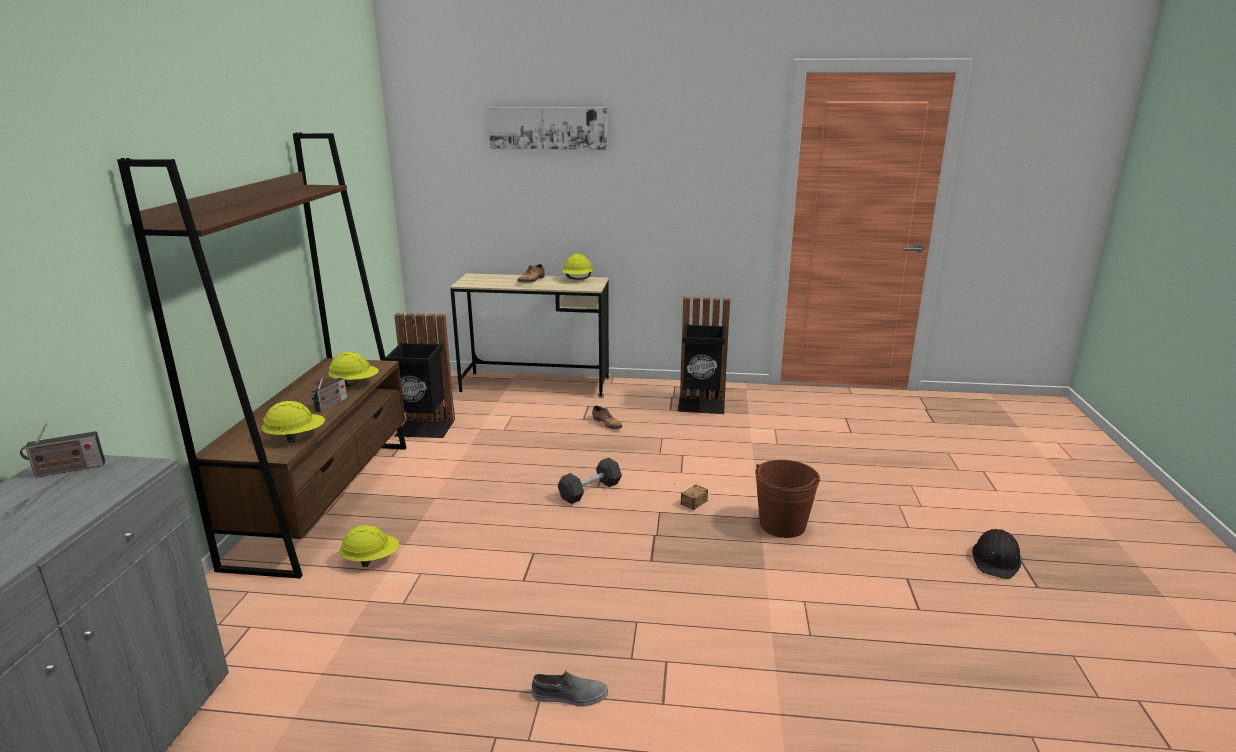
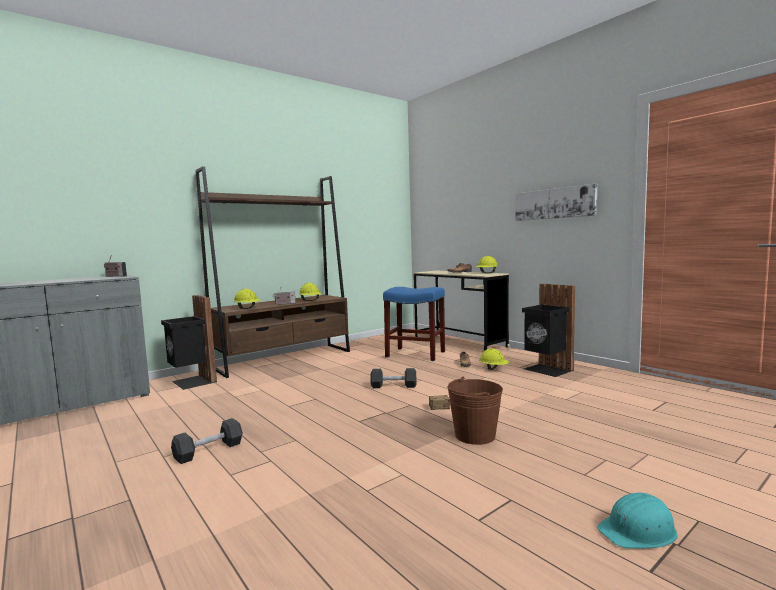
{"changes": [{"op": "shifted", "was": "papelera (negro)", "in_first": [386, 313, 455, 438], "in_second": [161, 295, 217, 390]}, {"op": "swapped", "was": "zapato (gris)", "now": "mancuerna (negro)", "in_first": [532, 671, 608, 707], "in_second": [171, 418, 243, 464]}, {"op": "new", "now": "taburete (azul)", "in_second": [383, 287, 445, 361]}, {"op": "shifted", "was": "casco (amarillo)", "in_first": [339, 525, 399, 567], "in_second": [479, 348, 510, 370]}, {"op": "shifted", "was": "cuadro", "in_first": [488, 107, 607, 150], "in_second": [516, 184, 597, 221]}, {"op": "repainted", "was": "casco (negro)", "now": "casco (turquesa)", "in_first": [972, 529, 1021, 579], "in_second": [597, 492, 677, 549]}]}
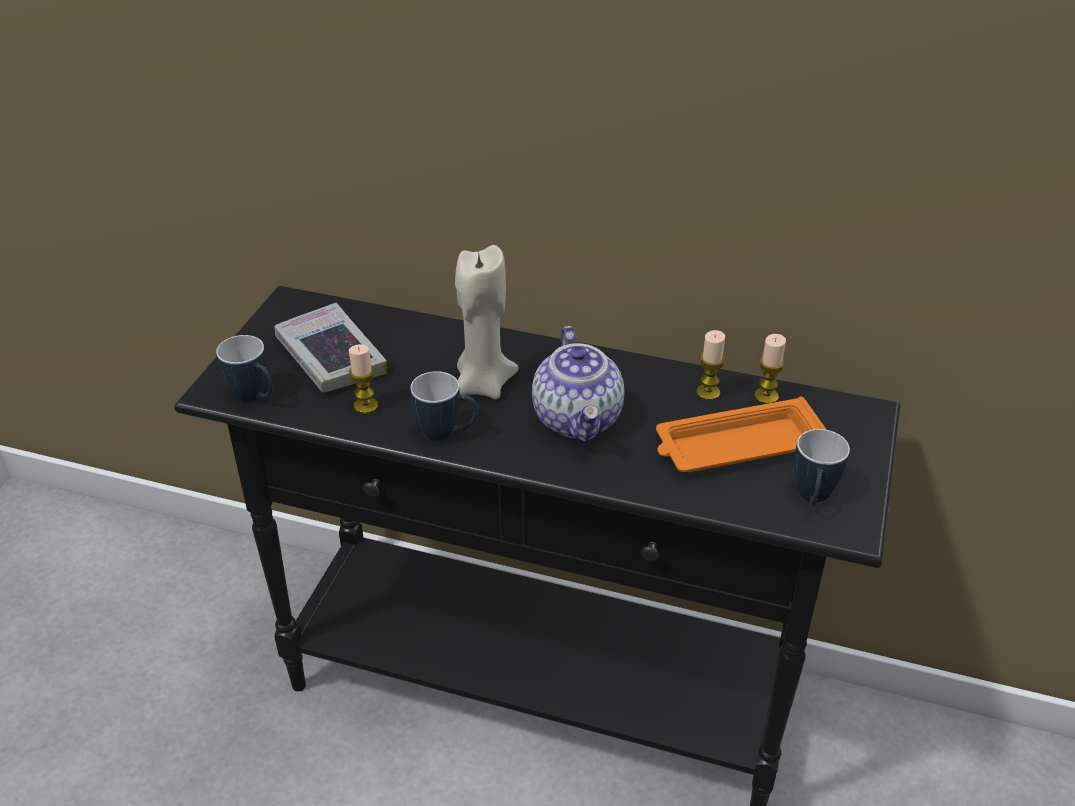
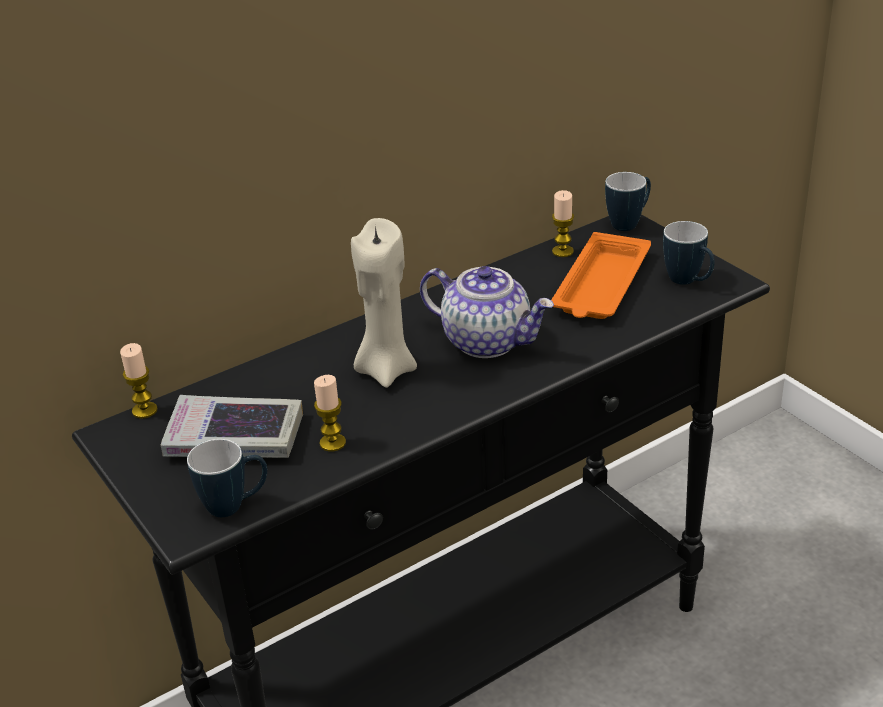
{"changes": [{"op": "shifted", "was": "vela", "in_first": [696, 330, 725, 401], "in_second": [120, 343, 158, 418]}, {"op": "shifted", "was": "taza grande", "in_first": [410, 371, 479, 441], "in_second": [605, 172, 651, 231]}]}
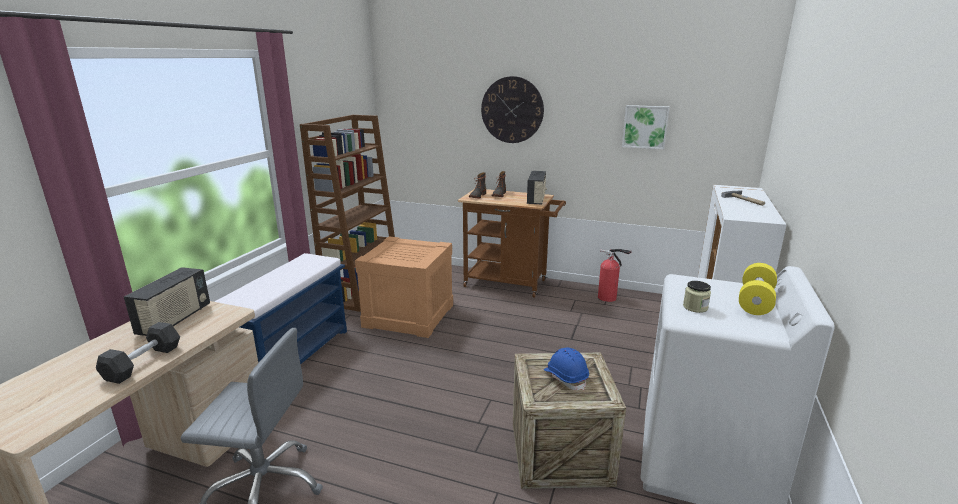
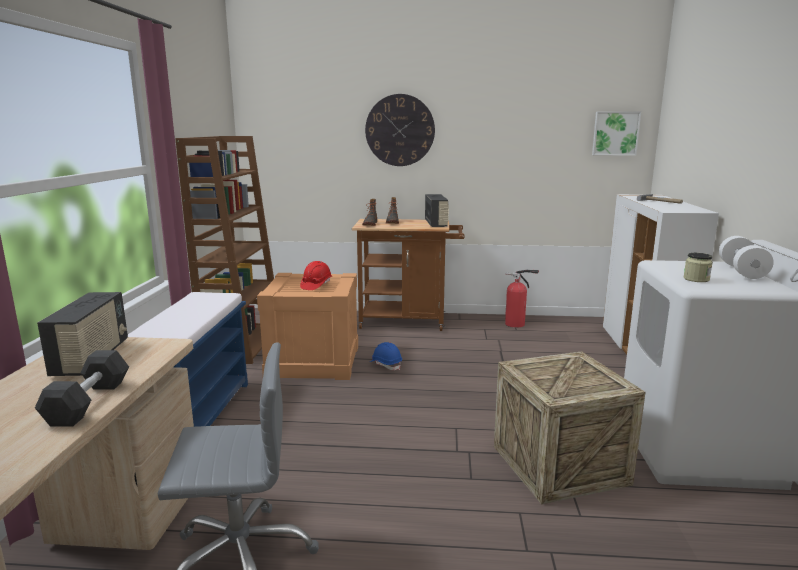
{"changes": [{"op": "new", "now": "casco (rojo)", "in_second": [300, 261, 332, 290]}, {"op": "shifted", "was": "casco (azul)", "in_first": [544, 348, 589, 391], "in_second": [370, 342, 402, 370]}, {"op": "shifted", "was": "cuadro", "in_first": [622, 105, 670, 149], "in_second": [592, 111, 641, 156]}, {"op": "repainted", "was": "mancuerna (amarillo)", "now": "mancuerna (blanco)", "in_first": [739, 263, 777, 315], "in_second": [719, 236, 774, 279]}]}
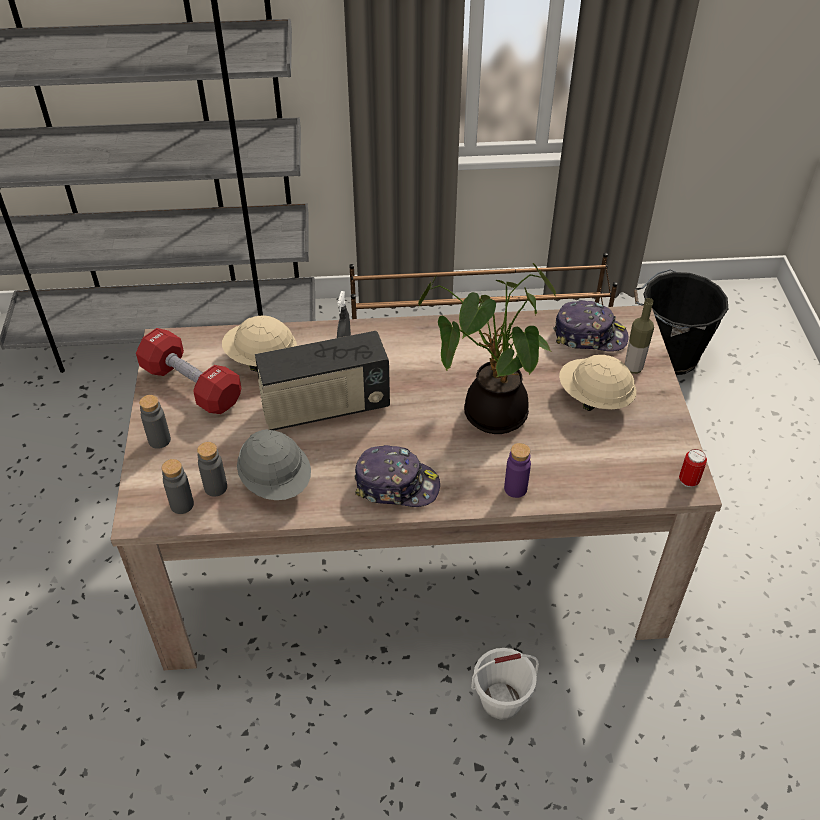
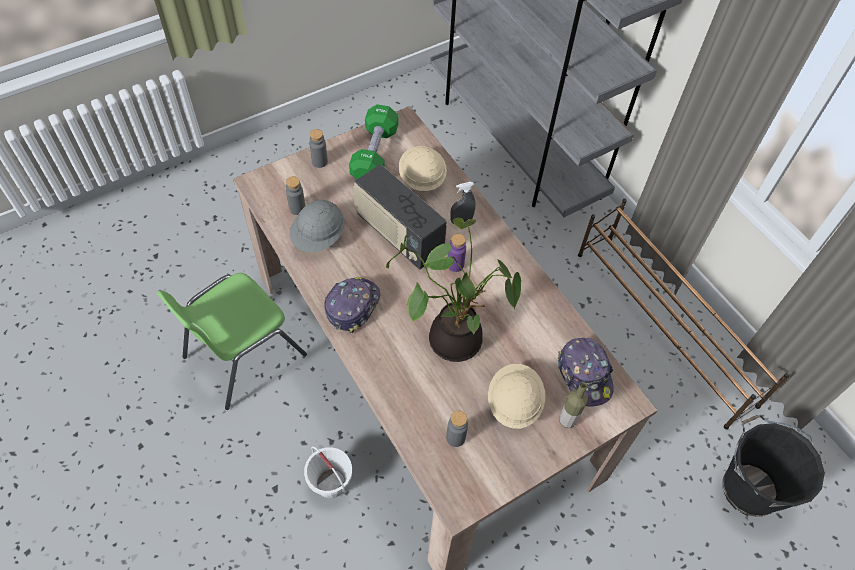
{"changes": [{"op": "new", "now": "silla (verde)", "in_second": [157, 273, 307, 410]}, {"op": "rotated", "was": "gorra", "in_first": [355, 445, 440, 507], "in_second": [324, 277, 380, 334], "clockwise": -135}, {"op": "repainted", "was": "mancuerna (rojo)", "now": "mancuerna (verde)", "in_first": [136, 328, 241, 414], "in_second": [349, 104, 399, 179]}, {"op": "shifted", "was": "botella (gris)", "in_first": [162, 459, 194, 514], "in_second": [446, 411, 468, 447]}, {"op": "shifted", "was": "botella (morado)", "in_first": [504, 443, 531, 498], "in_second": [448, 234, 466, 272]}, {"op": "gone", "was": "lata", "in_first": [679, 449, 707, 487]}]}
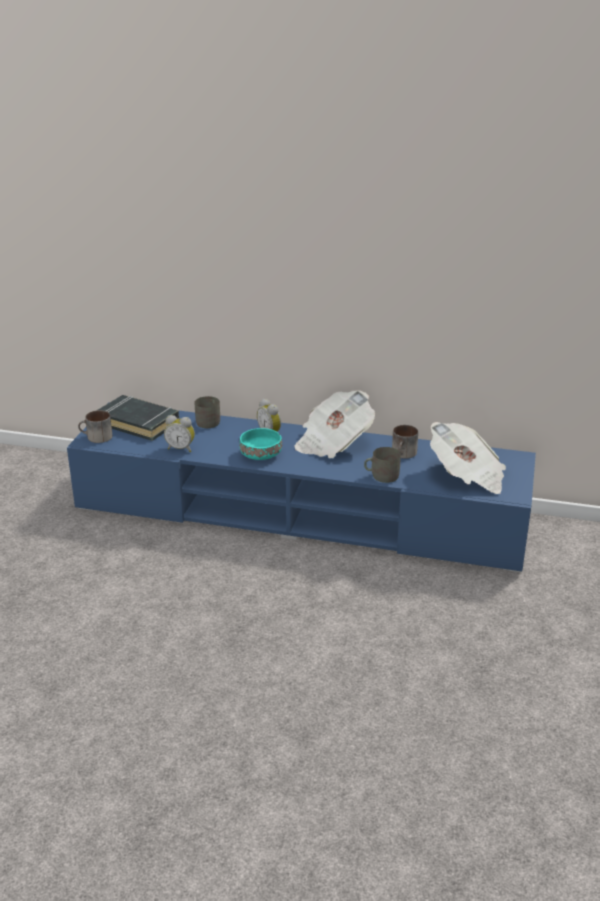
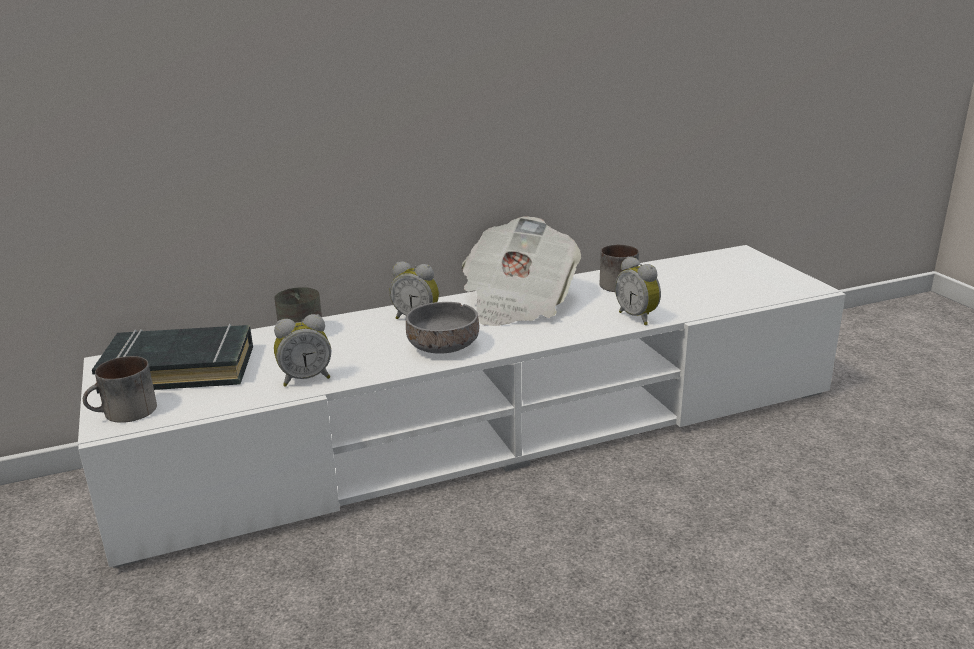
{"changes": [{"op": "repainted", "was": "mueble de televisión (azul)", "now": "mueble de televisión (blanco)", "in_first": [67, 402, 536, 572], "in_second": [78, 245, 845, 568]}, {"op": "repainted", "was": "cuenco (turquesa)", "now": "cuenco (gris)", "in_first": [239, 428, 282, 460], "in_second": [406, 302, 479, 354]}, {"op": "swapped", "was": "taza grande (gris)", "now": "despertador", "in_first": [364, 447, 401, 483], "in_second": [615, 256, 661, 325]}, {"op": "gone", "was": "periódico", "in_first": [430, 422, 506, 494]}]}
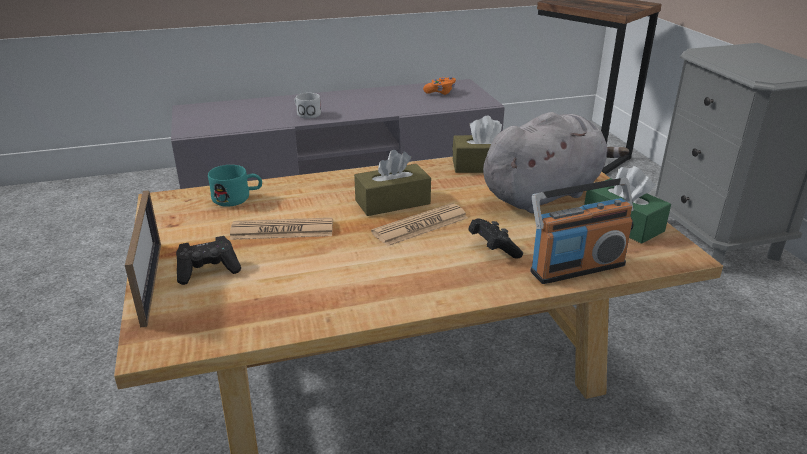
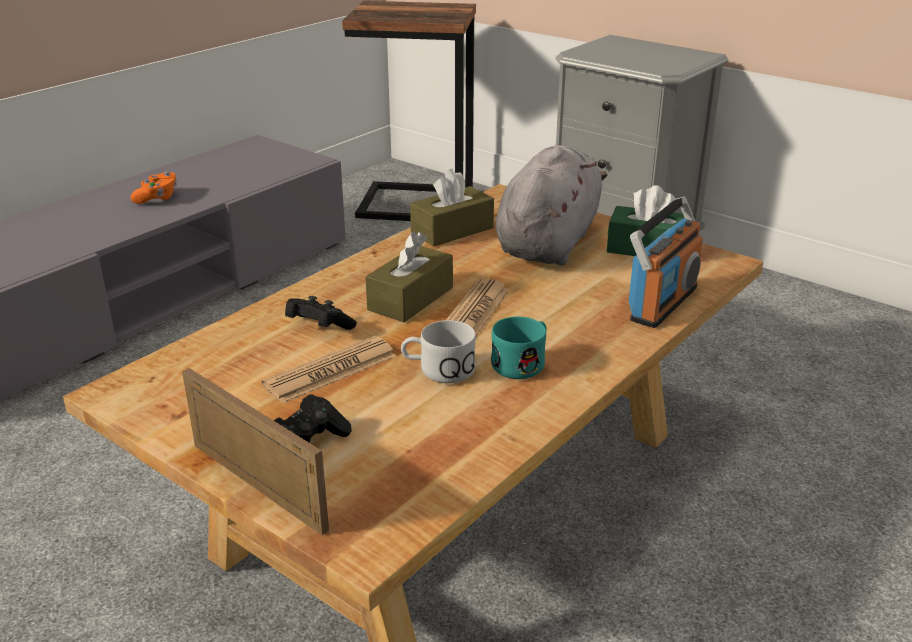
{"changes": [{"op": "shifted", "was": "mando de consola (naranja)", "in_first": [423, 77, 456, 95], "in_second": [130, 171, 177, 204]}, {"op": "shifted", "was": "mando de consola (negro)", "in_first": [468, 219, 523, 259], "in_second": [285, 296, 357, 330]}, {"op": "shifted", "was": "taza grande (blanco)", "in_first": [295, 93, 321, 119], "in_second": [401, 320, 476, 383]}, {"op": "shifted", "was": "taza grande (turquesa)", "in_first": [208, 165, 262, 207], "in_second": [491, 317, 547, 379]}]}
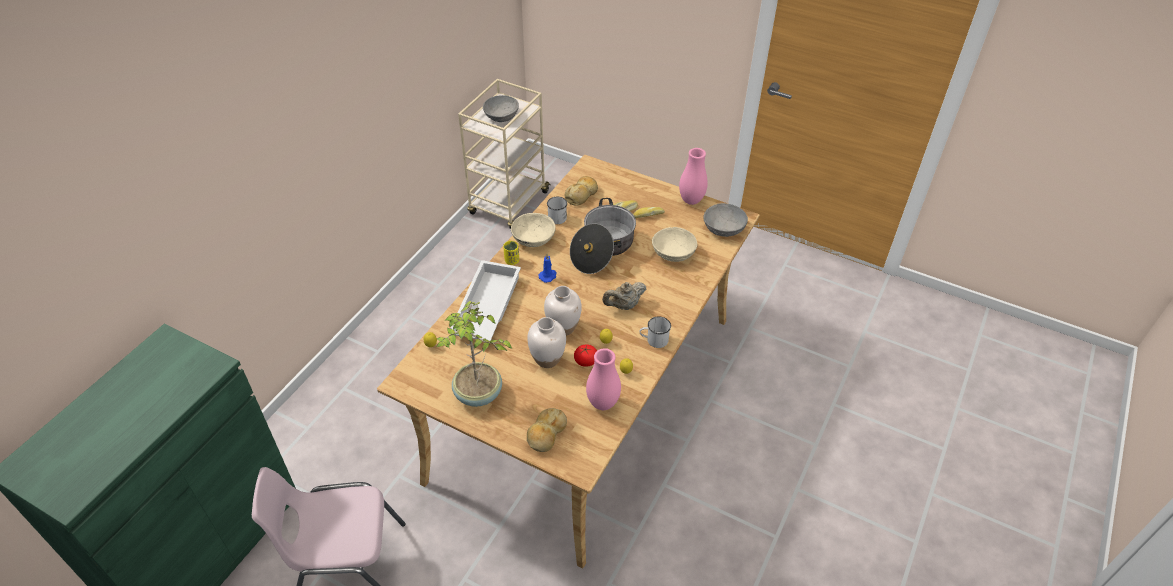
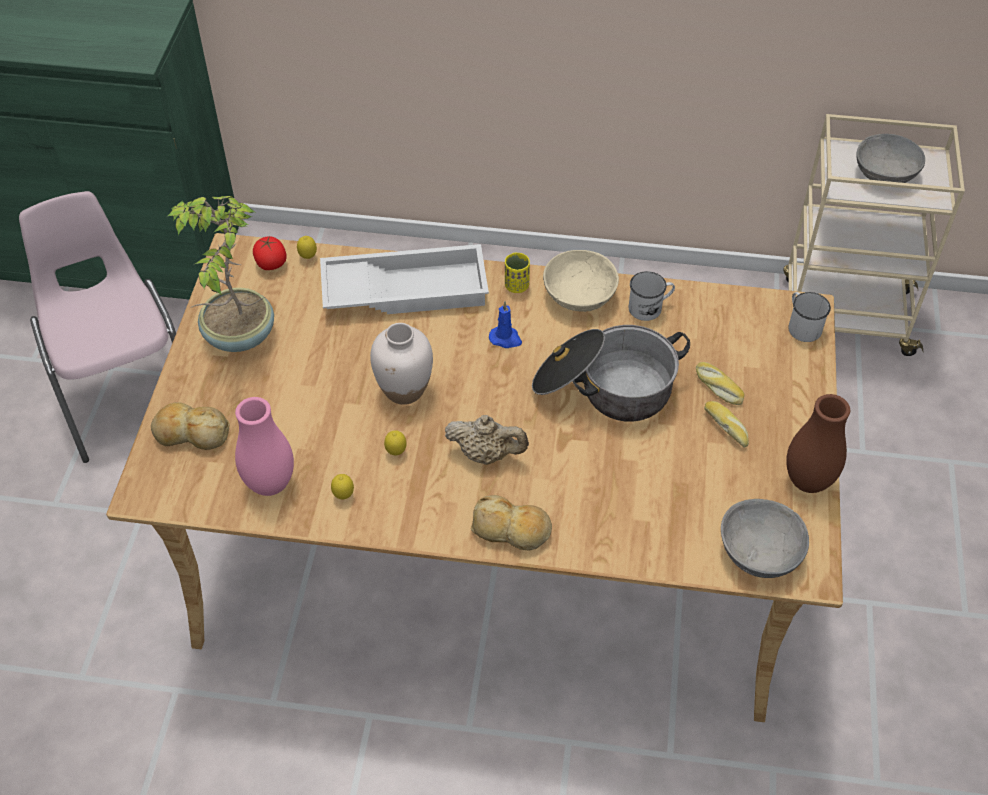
{"changes": [{"op": "shifted", "was": "tomate", "in_first": [574, 345, 597, 367], "in_second": [253, 236, 287, 270]}, {"op": "rotated", "was": "tetera (beis)", "in_first": [602, 282, 646, 310], "in_second": [445, 415, 529, 465], "clockwise": 150}, {"op": "shifted", "was": "pan", "in_first": [565, 176, 598, 206], "in_second": [471, 495, 552, 551]}, {"op": "repainted", "was": "florero (rosa)", "now": "florero (marrón)", "in_first": [679, 148, 708, 205], "in_second": [786, 394, 850, 493]}, {"op": "shifted", "was": "taza grande (blanco)", "in_first": [640, 316, 671, 348], "in_second": [788, 292, 831, 342]}, {"op": "gone", "was": "florero (blanco)", "in_first": [527, 317, 566, 368]}, {"op": "gone", "was": "cuenco (beis)", "in_first": [652, 227, 697, 262]}]}
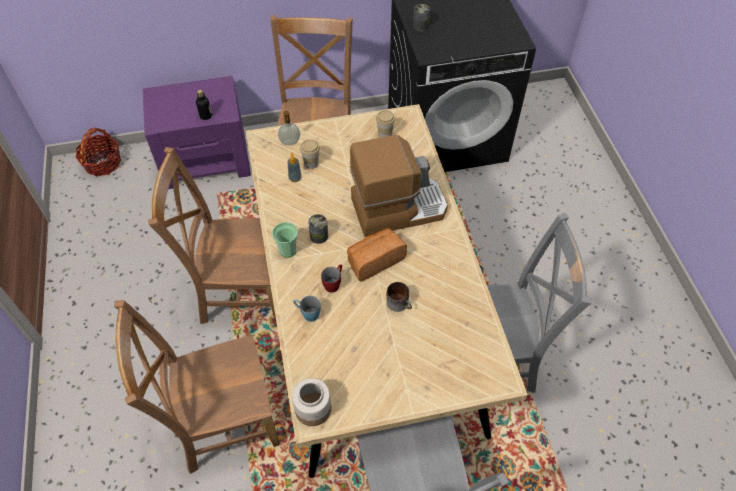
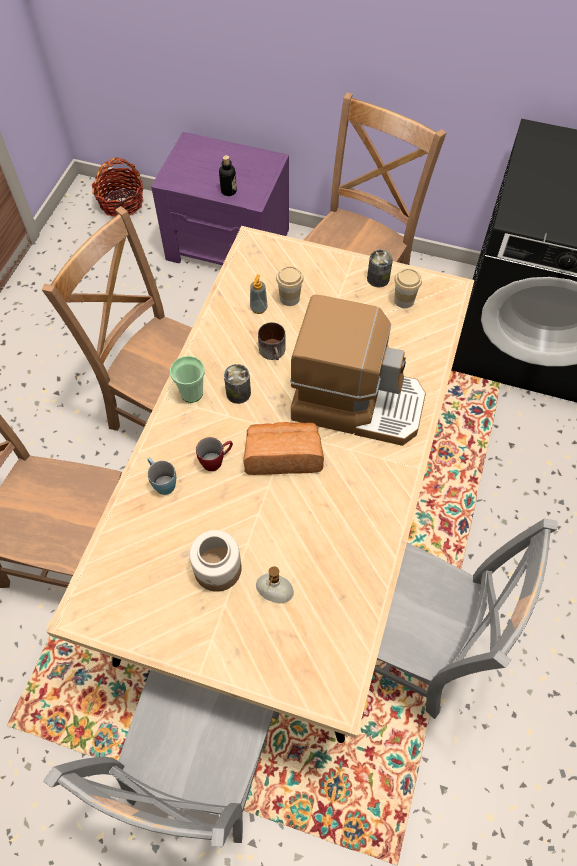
{"changes": [{"op": "shifted", "was": "tarro", "in_first": [292, 378, 331, 426], "in_second": [189, 530, 242, 592]}, {"op": "shifted", "was": "dispensador de jabón", "in_first": [278, 111, 300, 145], "in_second": [256, 566, 294, 603]}, {"op": "shifted", "was": "taza grande", "in_first": [386, 282, 412, 312], "in_second": [258, 322, 285, 360]}, {"op": "shifted", "was": "lata", "in_first": [413, 4, 430, 31], "in_second": [367, 249, 393, 287]}]}
